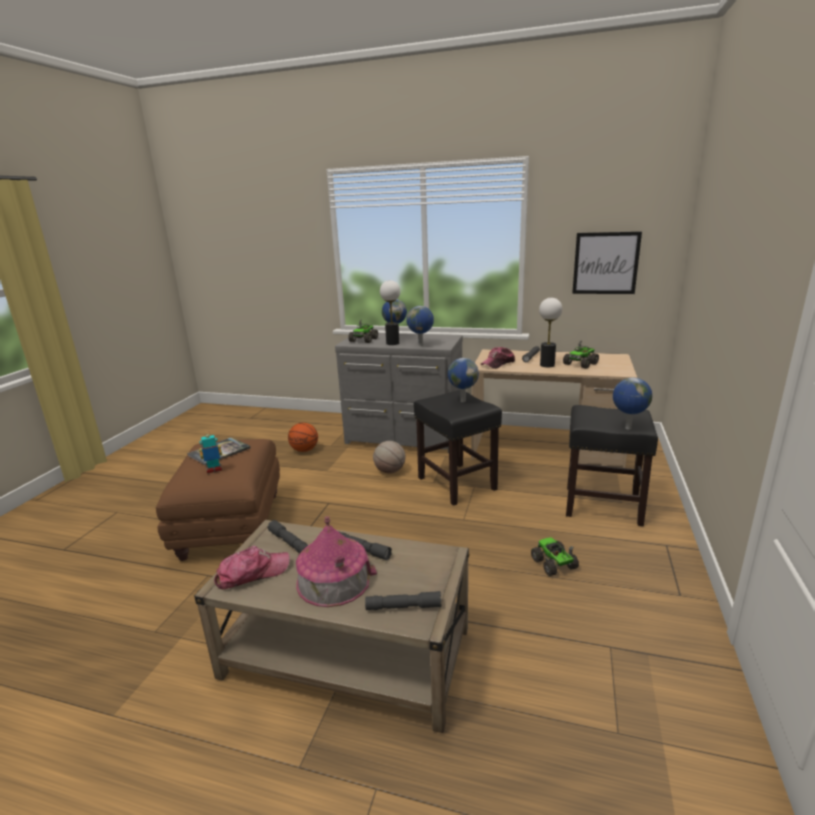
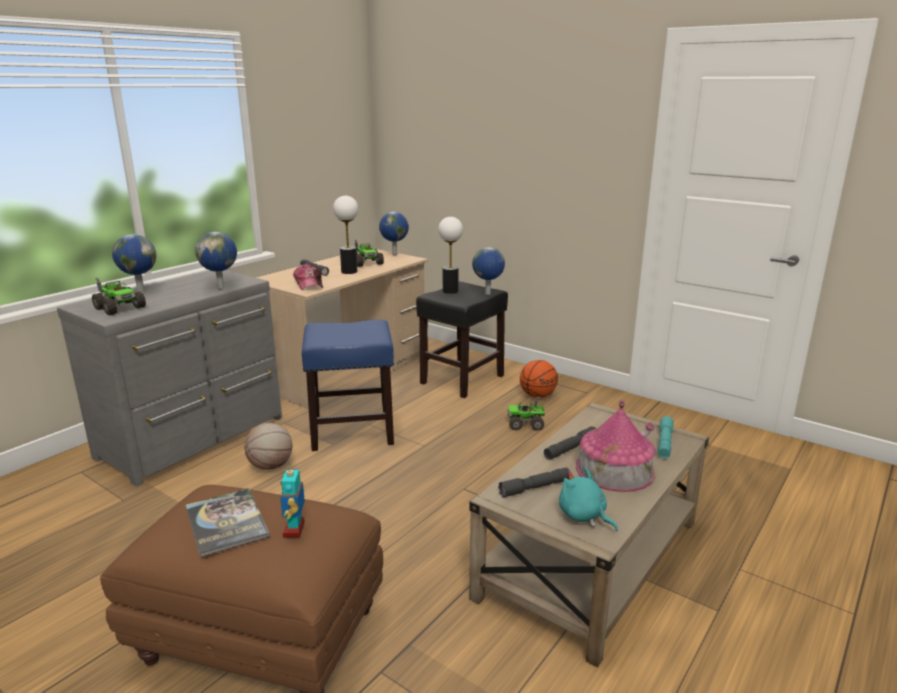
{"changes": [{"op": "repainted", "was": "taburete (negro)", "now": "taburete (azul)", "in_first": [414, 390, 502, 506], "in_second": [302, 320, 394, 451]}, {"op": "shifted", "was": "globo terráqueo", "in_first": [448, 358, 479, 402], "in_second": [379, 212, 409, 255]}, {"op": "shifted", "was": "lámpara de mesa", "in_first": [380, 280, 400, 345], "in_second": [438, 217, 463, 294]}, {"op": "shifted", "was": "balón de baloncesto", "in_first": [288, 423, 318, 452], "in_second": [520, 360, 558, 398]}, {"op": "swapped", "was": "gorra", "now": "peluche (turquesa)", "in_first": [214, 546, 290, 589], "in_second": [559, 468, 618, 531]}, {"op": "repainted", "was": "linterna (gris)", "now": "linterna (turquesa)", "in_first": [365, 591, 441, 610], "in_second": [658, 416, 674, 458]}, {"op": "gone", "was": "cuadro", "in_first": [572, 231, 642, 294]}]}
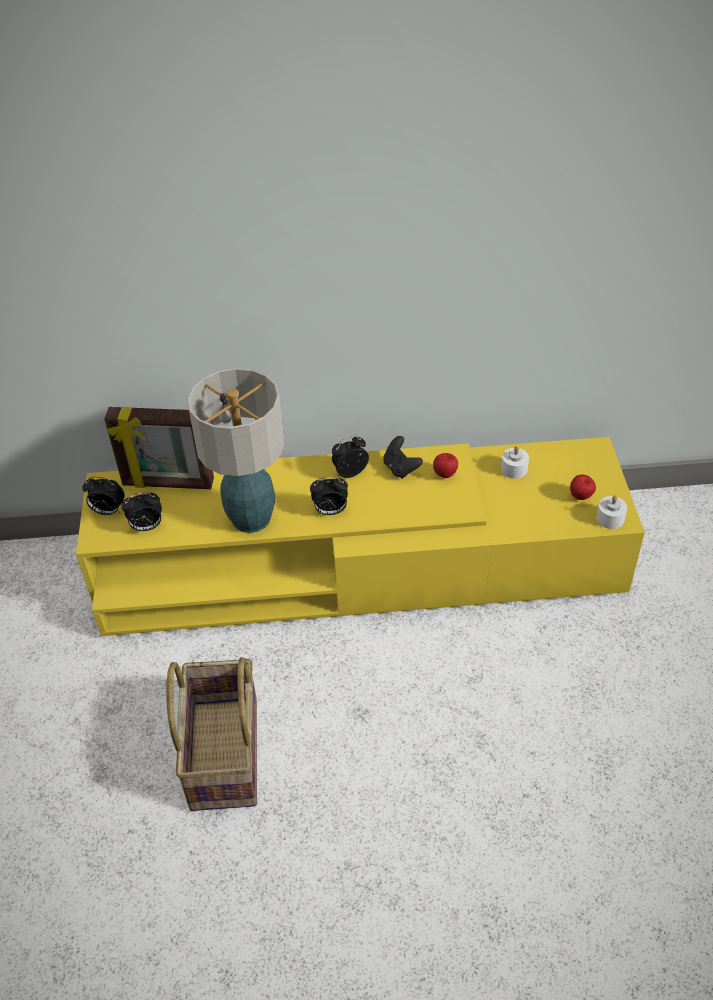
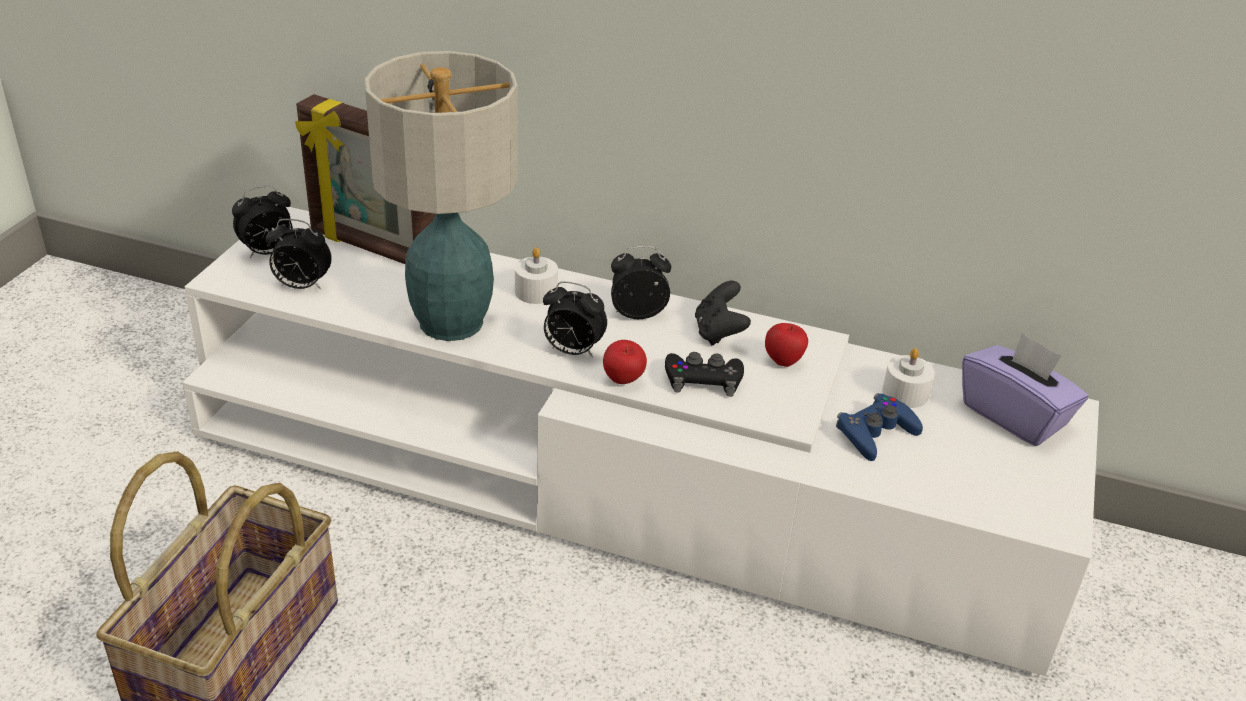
{"changes": [{"op": "repainted", "was": "mueble de televisión (amarillo)", "now": "mueble de televisión (blanco)", "in_first": [76, 437, 645, 636], "in_second": [183, 207, 1099, 676]}, {"op": "rotated", "was": "despertador", "in_first": [82, 477, 125, 515], "in_second": [232, 185, 293, 258], "clockwise": -60}, {"op": "shifted", "was": "vela (blanco)", "in_first": [596, 495, 627, 529], "in_second": [515, 248, 558, 304]}, {"op": "shifted", "was": "manzana", "in_first": [570, 475, 596, 500], "in_second": [603, 340, 647, 384]}, {"op": "new", "now": "mando de consola (negro)", "in_second": [665, 352, 744, 397]}, {"op": "new", "now": "mando de consola (azul)", "in_second": [836, 393, 923, 461]}, {"op": "new", "now": "caja de pañuelos (morado)", "in_second": [962, 332, 1089, 446]}]}
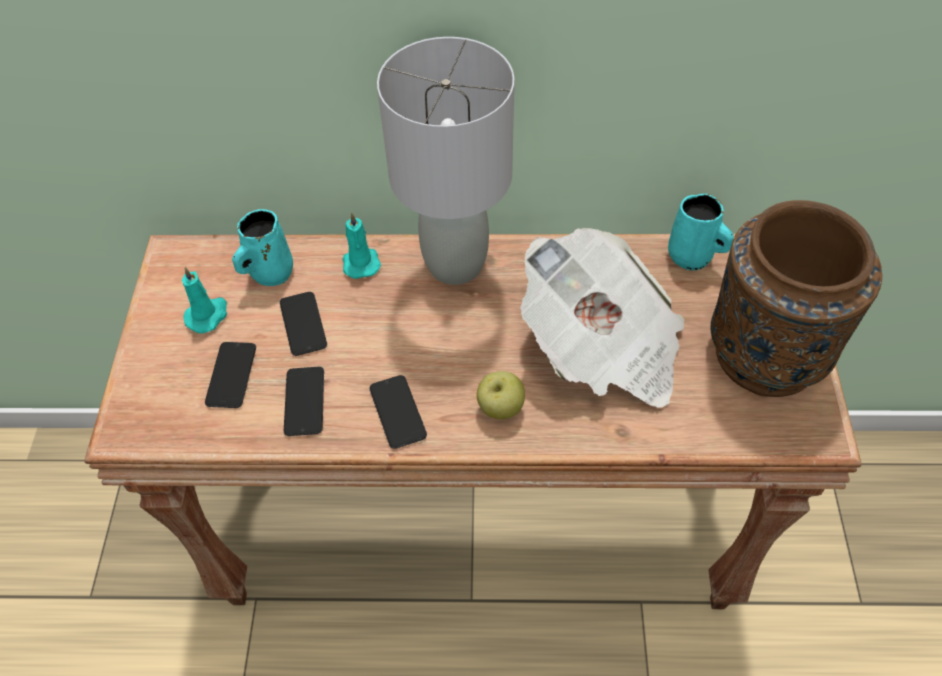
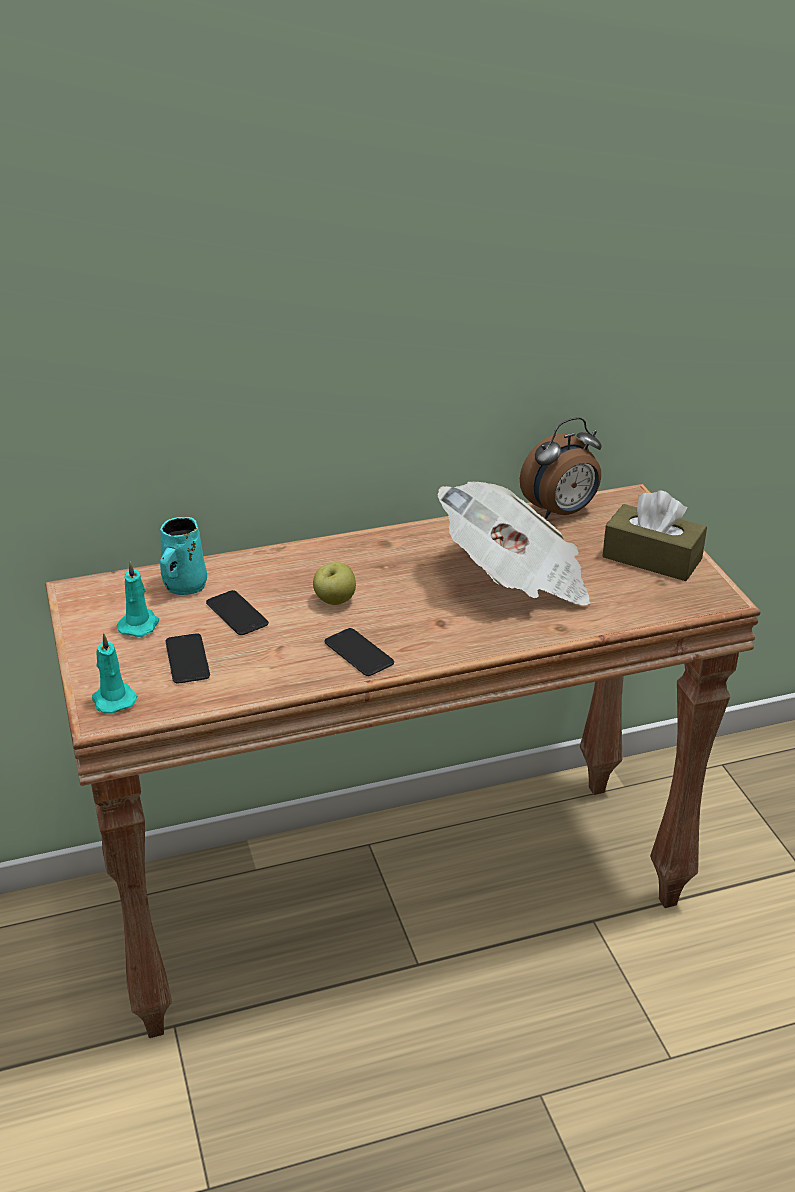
{"changes": [{"op": "shifted", "was": "vela (turquesa)", "in_first": [343, 212, 381, 279], "in_second": [92, 633, 137, 714]}, {"op": "shifted", "was": "manzana", "in_first": [477, 371, 525, 420], "in_second": [313, 562, 356, 605]}, {"op": "swapped", "was": "taza grande (turquesa)", "now": "despertador", "in_first": [668, 194, 734, 271], "in_second": [520, 417, 602, 519]}, {"op": "swapped", "was": "florero (marrón)", "now": "caja de pañuelos (marrón)", "in_first": [710, 200, 883, 397], "in_second": [603, 490, 707, 581]}, {"op": "gone", "was": "móvil", "in_first": [284, 367, 324, 436]}, {"op": "gone", "was": "lámpara de mesa (gris)", "in_first": [377, 37, 515, 285]}]}
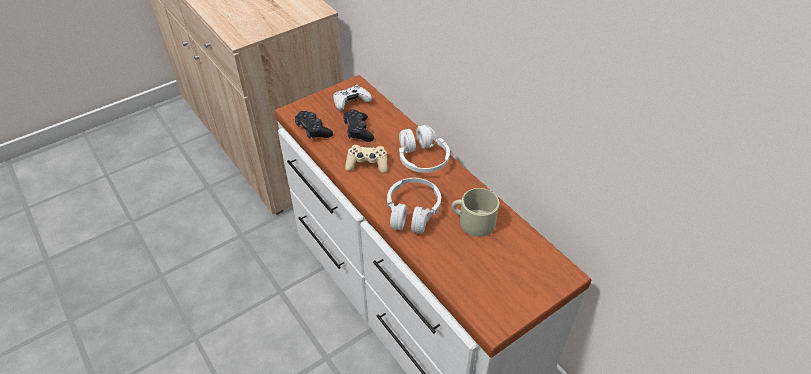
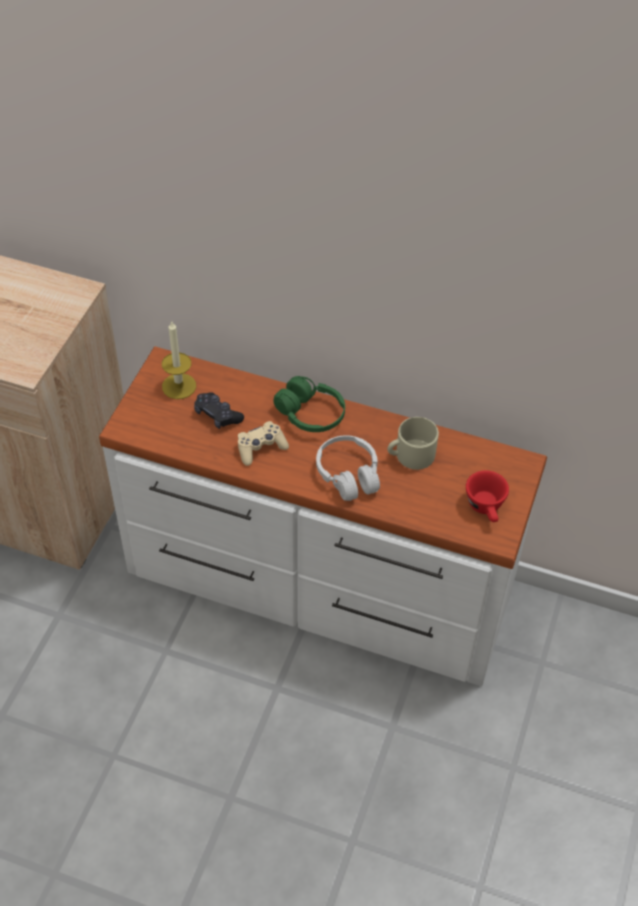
{"changes": [{"op": "swapped", "was": "mando de consola (blanco)", "now": "vela", "in_first": [333, 84, 372, 111], "in_second": [162, 320, 196, 399]}, {"op": "repainted", "was": "auriculares (blanco)", "now": "auriculares (verde)", "in_first": [399, 125, 450, 173], "in_second": [273, 376, 345, 432]}, {"op": "new", "now": "taza (rojo)", "in_second": [466, 470, 509, 522]}, {"op": "gone", "was": "mando de consola (negro)", "in_first": [295, 111, 333, 139]}]}
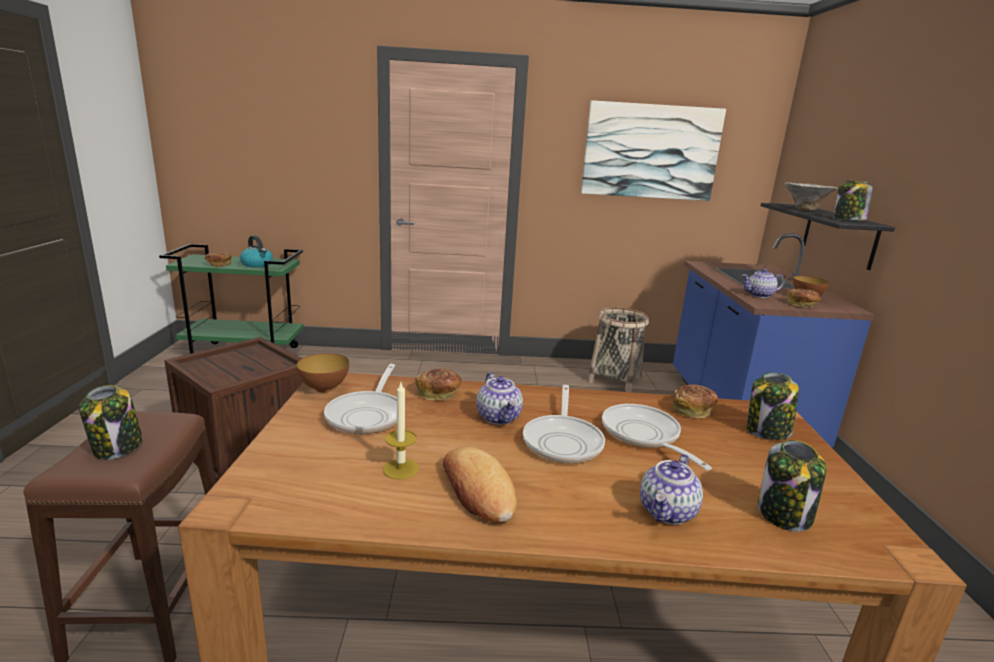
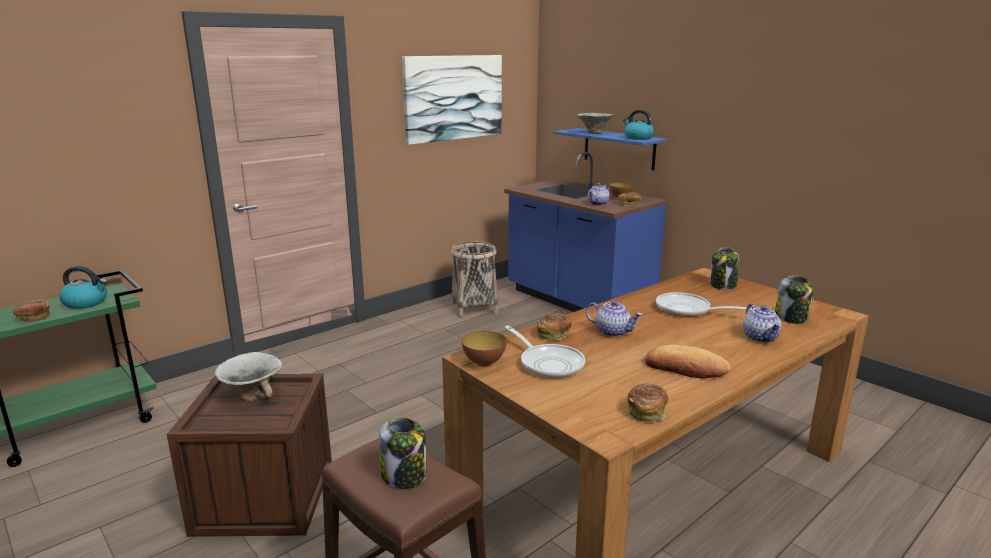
{"changes": [{"op": "new", "now": "cuenco", "in_second": [215, 352, 282, 402]}, {"op": "repainted", "was": "estante (negro)", "now": "estante (azul)", "in_first": [761, 203, 895, 270], "in_second": [554, 128, 667, 171]}, {"op": "swapped", "was": "tarro", "now": "hervidor", "in_first": [833, 181, 872, 220], "in_second": [623, 110, 654, 140]}, {"op": "shifted", "was": "pan", "in_first": [673, 384, 718, 418], "in_second": [627, 383, 668, 422]}, {"op": "gone", "was": "vela", "in_first": [383, 383, 419, 480]}, {"op": "gone", "was": "sartén", "in_first": [523, 385, 605, 463]}]}
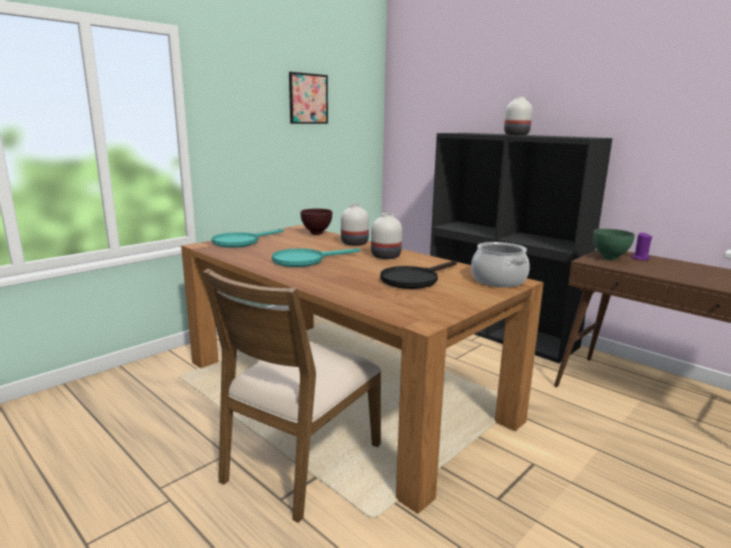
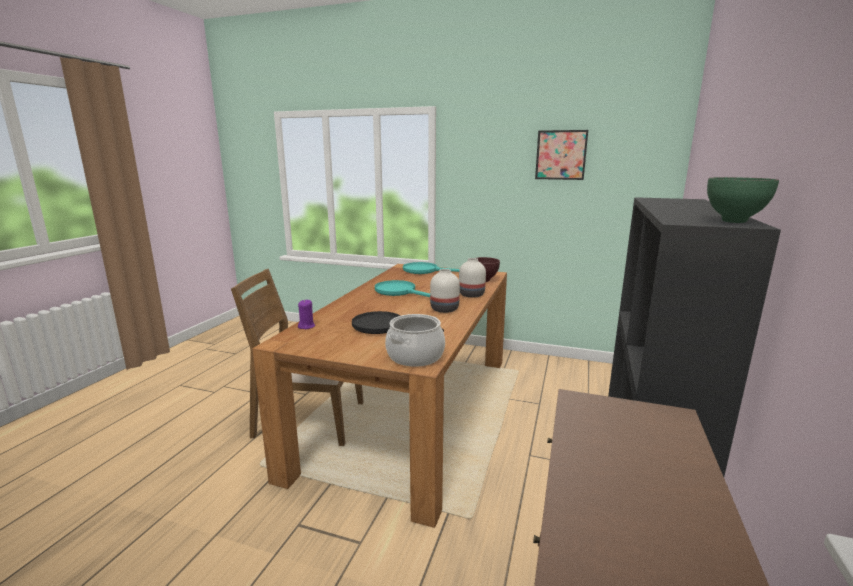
{"changes": [{"op": "shifted", "was": "vela (morado)", "in_first": [631, 232, 652, 260], "in_second": [298, 299, 315, 329]}, {"op": "shifted", "was": "cuenco (verde)", "in_first": [593, 229, 635, 260], "in_second": [707, 177, 779, 223]}, {"op": "gone", "was": "florero (blanco)", "in_first": [504, 97, 532, 135]}]}
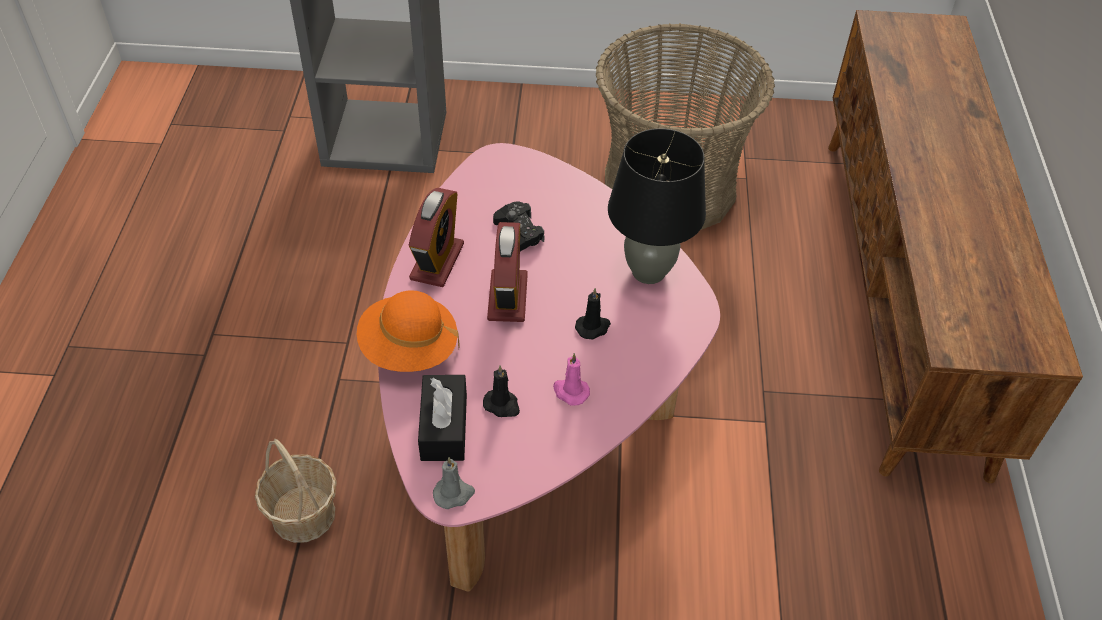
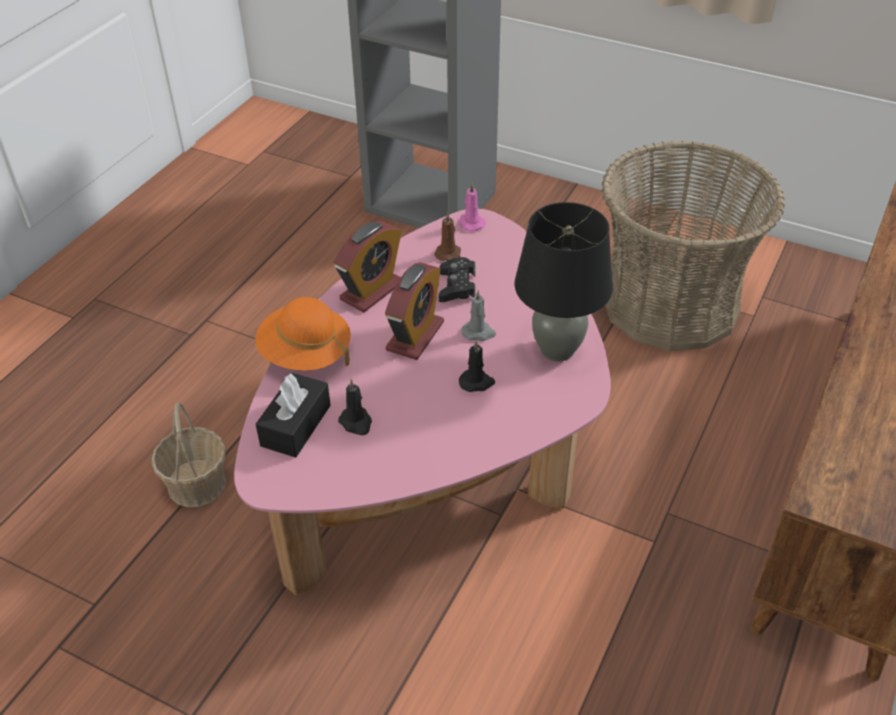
{"changes": [{"op": "new", "now": "vela (marrón)", "in_second": [434, 212, 461, 261]}, {"op": "shifted", "was": "vela (rosa)", "in_first": [553, 353, 590, 406], "in_second": [458, 183, 486, 232]}, {"op": "shifted", "was": "vela (gris)", "in_first": [433, 457, 475, 509], "in_second": [461, 290, 496, 341]}]}
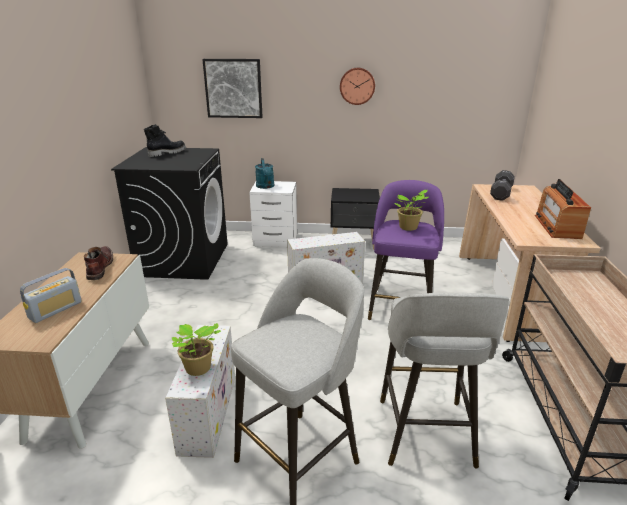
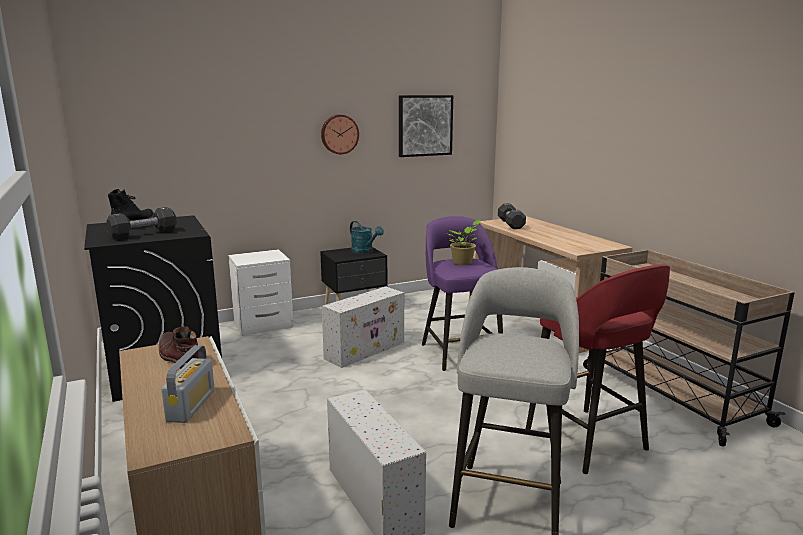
{"changes": [{"op": "new", "now": "mancuerna (negro)", "in_second": [106, 207, 177, 240]}, {"op": "shifted", "was": "regadera (turquesa)", "in_first": [255, 158, 274, 189], "in_second": [350, 221, 384, 254]}, {"op": "shifted", "was": "cuadro", "in_first": [202, 59, 263, 118], "in_second": [399, 95, 453, 157]}, {"op": "repainted", "was": "taburete (gris)", "now": "taburete (rojo)", "in_first": [380, 293, 509, 468], "in_second": [526, 264, 670, 474]}, {"op": "gone", "was": "planta en maceta", "in_first": [172, 323, 221, 376]}, {"op": "gone", "was": "radio", "in_first": [535, 179, 591, 239]}]}
